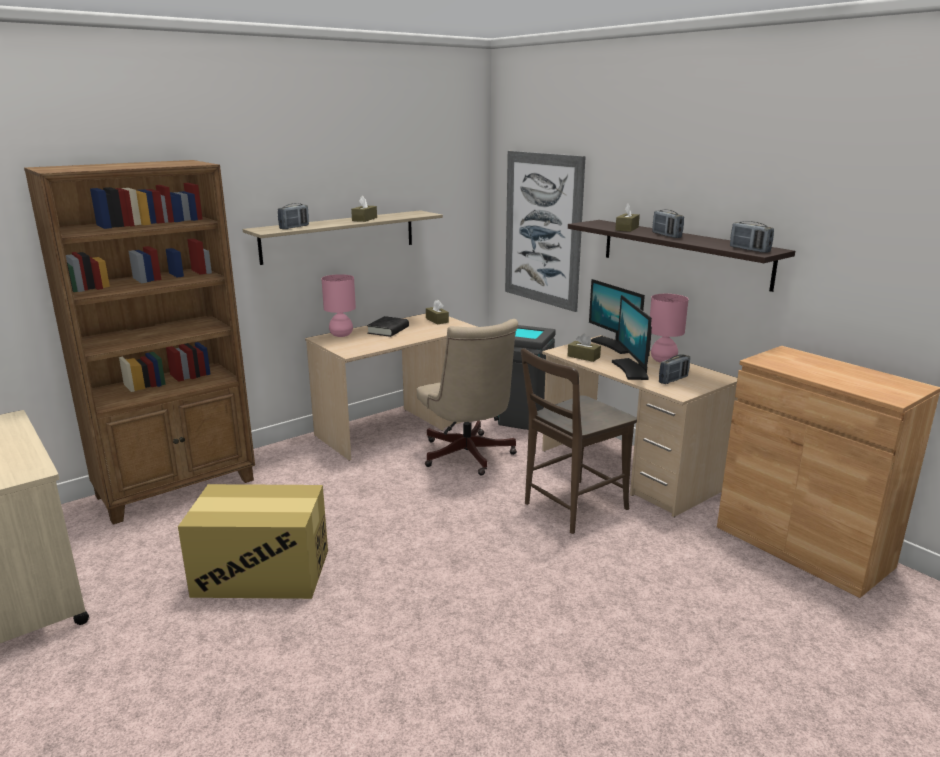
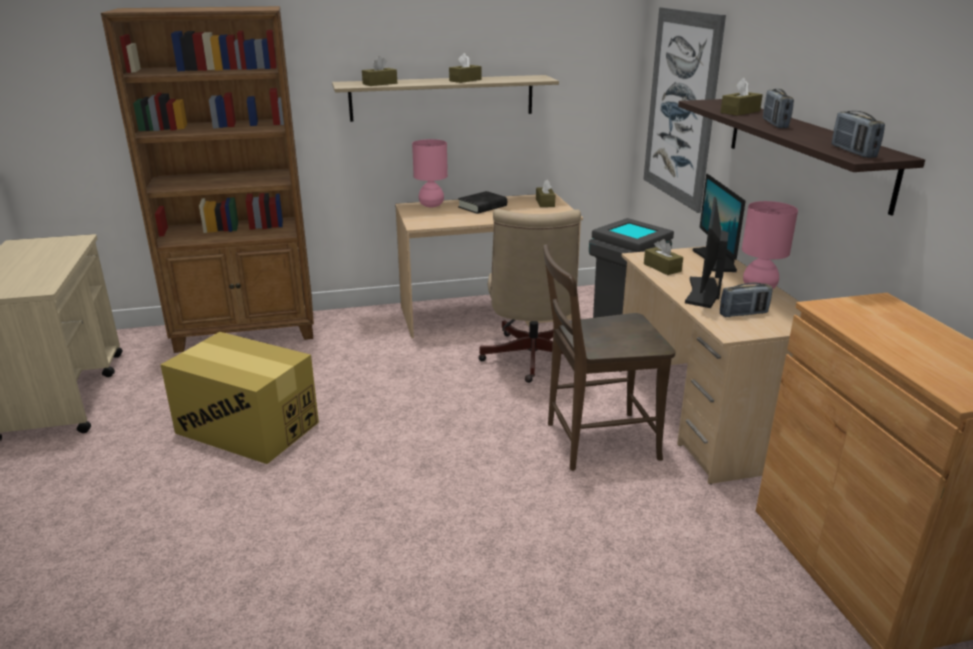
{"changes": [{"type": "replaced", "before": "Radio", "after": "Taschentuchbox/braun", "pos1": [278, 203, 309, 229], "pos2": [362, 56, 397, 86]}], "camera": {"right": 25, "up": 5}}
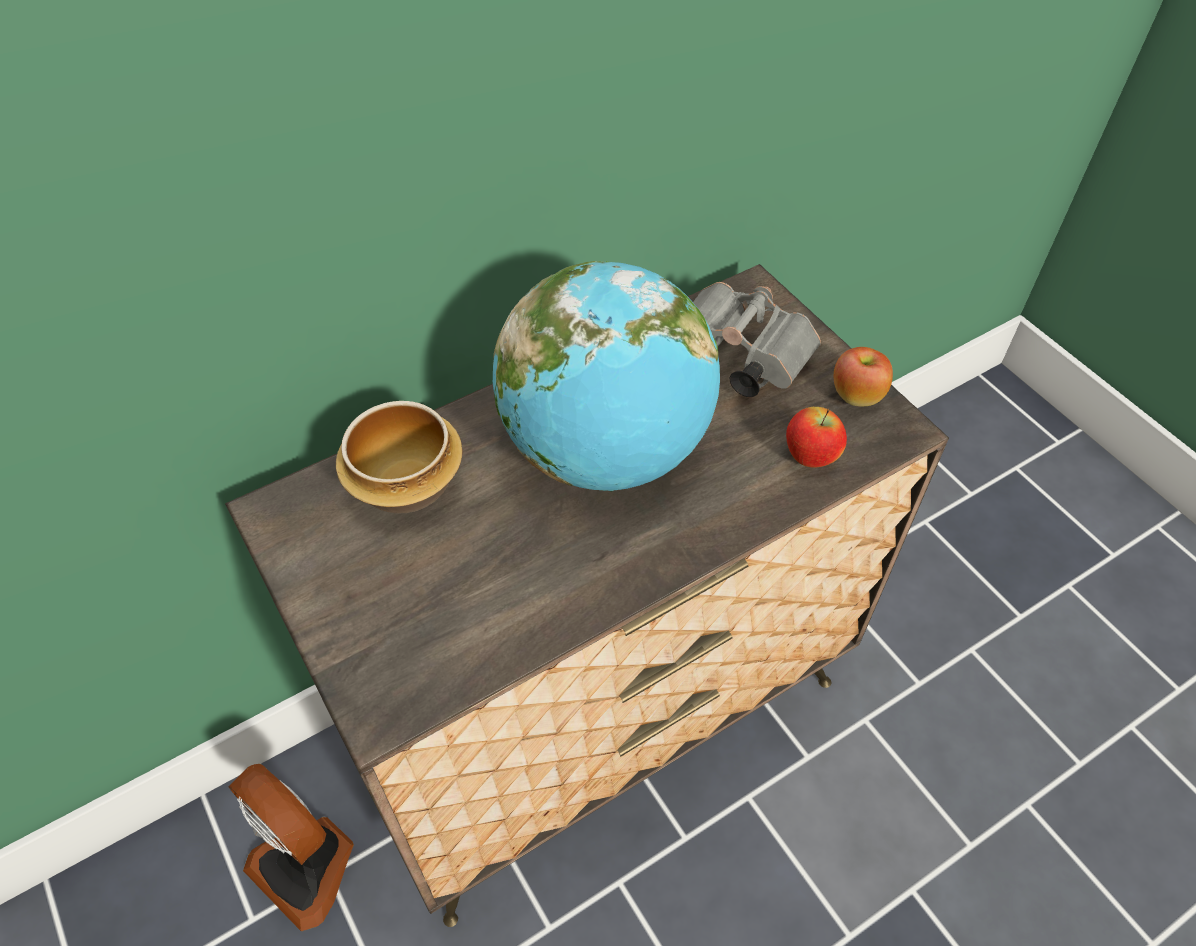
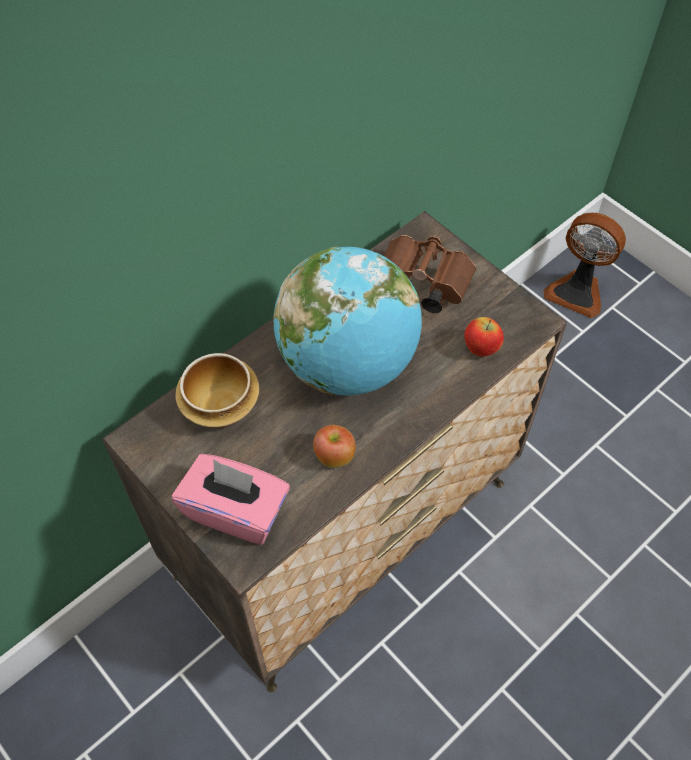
{"changes": [{"type": "added", "after": "Taschentuchbox/rosa", "pos2": [172, 454, 290, 545]}, {"type": "moved", "before": "Apfel", "pos1": [834, 347, 893, 407], "pos2": [313, 425, 356, 468]}, {"type": "recoloured", "before": "Fernglas/grau", "after": "Fernglas/braun", "pos1": [693, 282, 821, 397], "pos2": [384, 235, 476, 313]}, {"type": "moved", "before": "Ventilator", "pos1": [228, 764, 354, 931], "pos2": [543, 213, 626, 318]}], "camera": {"right": -10, "up": 5}}
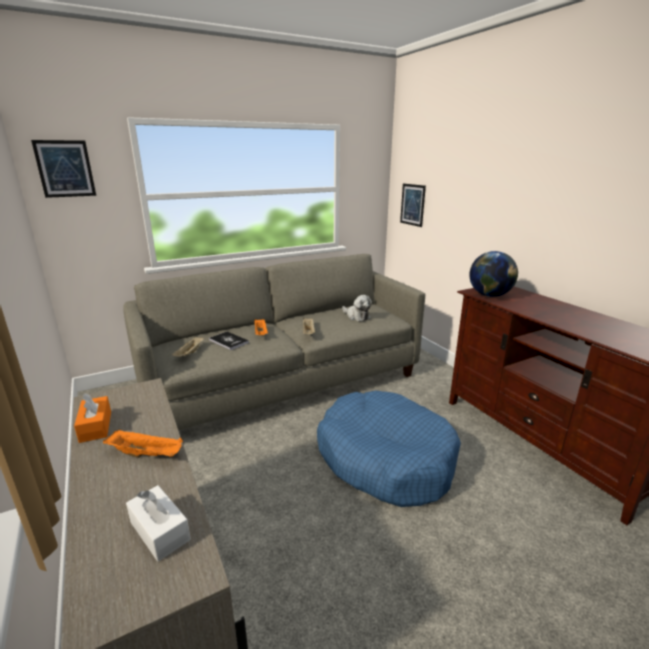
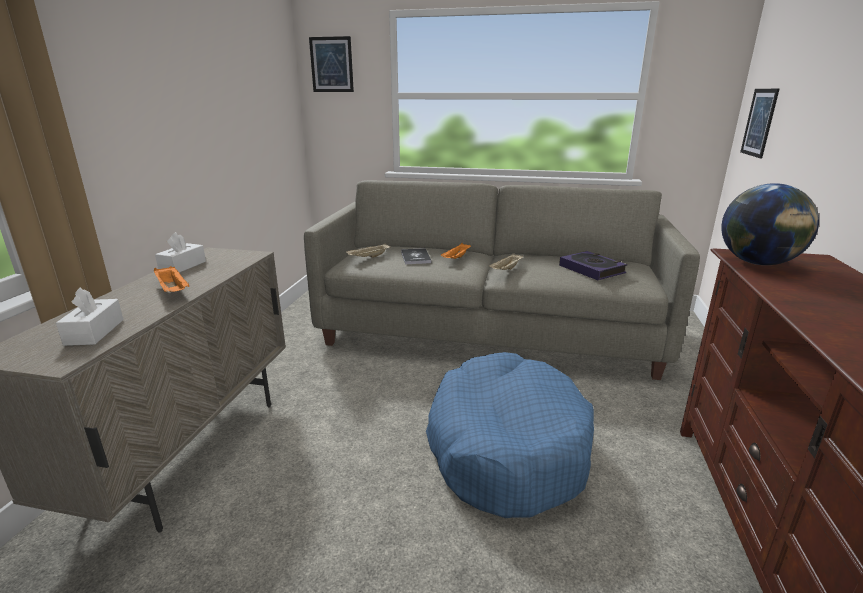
{"changes": [{"type": "recoloured", "before": "Taschentuchbox/orange", "after": "Taschentuchbox/weiß", "pos1": [74, 393, 111, 443], "pos2": [155, 232, 206, 273]}, {"type": "replaced", "before": "Plüschtier", "after": "Buch", "pos1": [342, 295, 372, 321], "pos2": [559, 251, 627, 280]}], "camera": {"right": 40, "up": 0}}
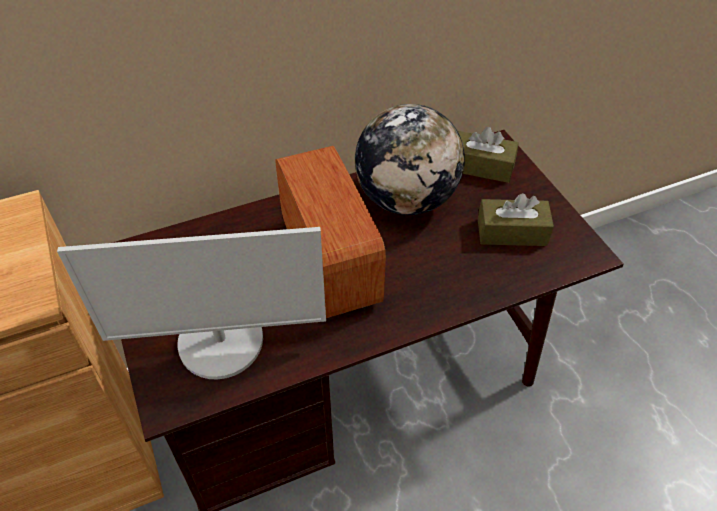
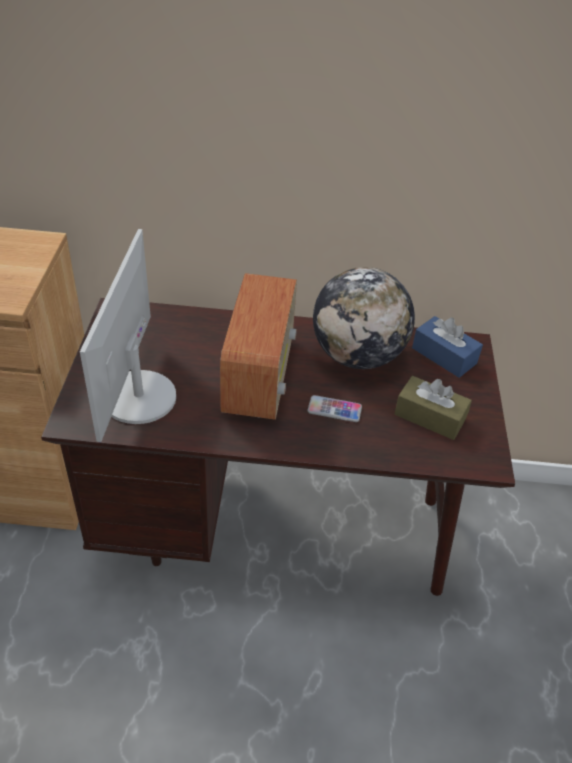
{"changes": [{"type": "turned", "before": "Monitor", "pos1": [57, 227, 326, 379], "pos2": [80, 229, 176, 442], "turn": 75}, {"type": "added", "after": "Handy", "pos2": [308, 395, 362, 422]}, {"type": "recoloured", "before": "Taschentuchbox/braun", "after": "Taschentuchbox/blau", "pos1": [458, 127, 519, 183], "pos2": [412, 316, 483, 378]}], "camera": {"right": 25, "up": -5}}
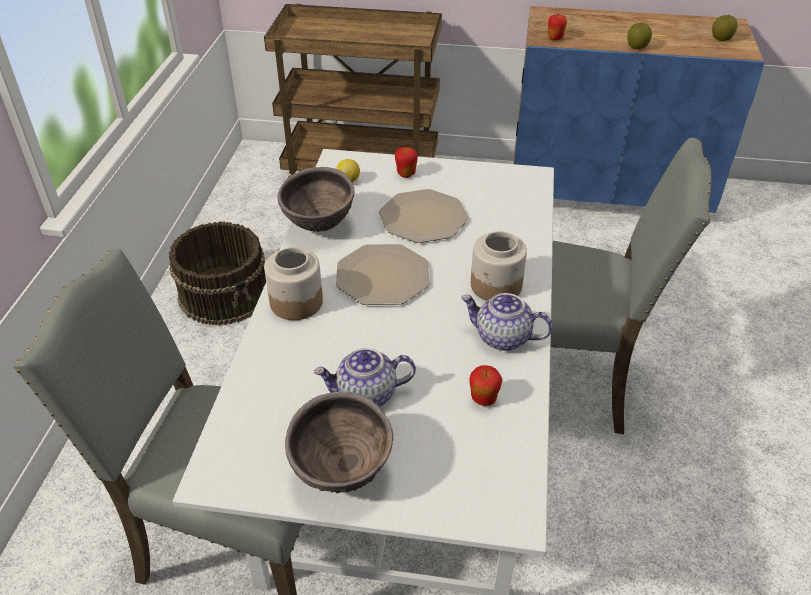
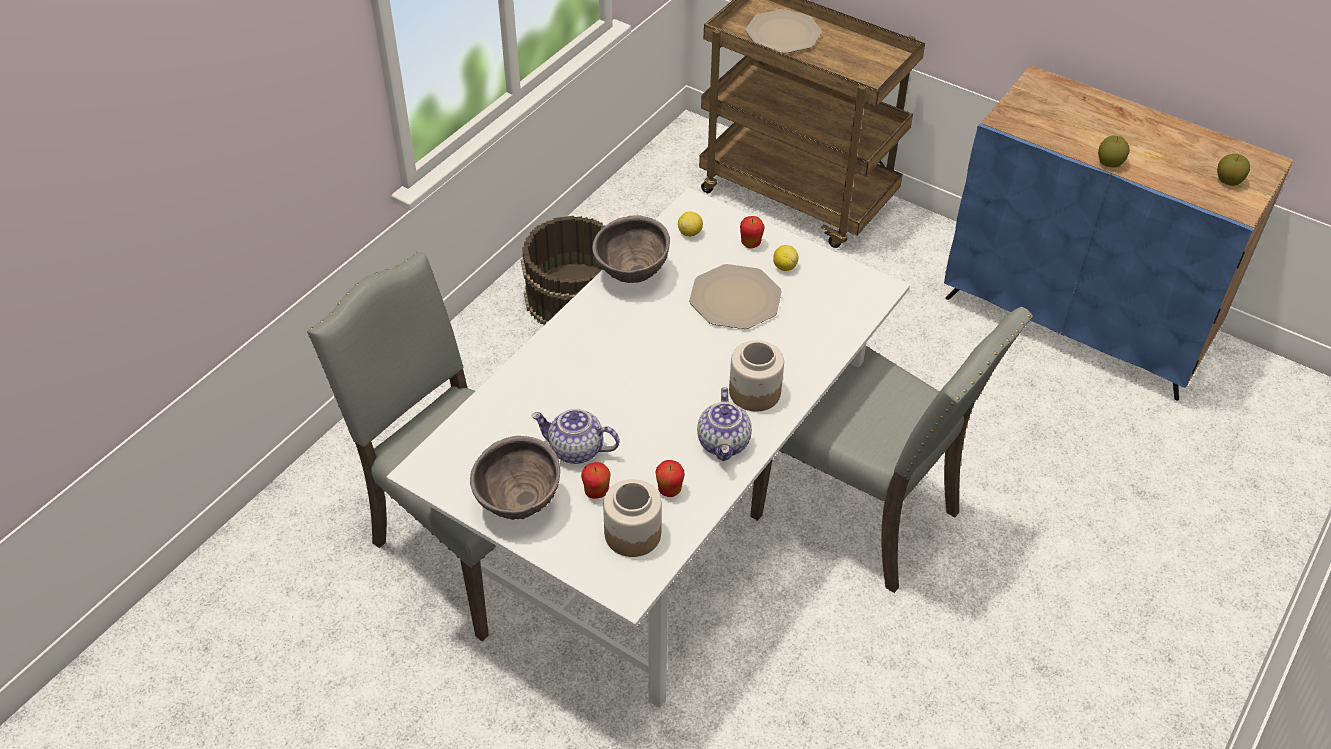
{"changes": [{"type": "moved", "before": "Apfel", "pos1": [548, 13, 567, 40], "pos2": [581, 462, 611, 499]}, {"type": "moved", "before": "Vorratsglas", "pos1": [264, 247, 323, 320], "pos2": [603, 479, 662, 557]}, {"type": "turned", "before": "Teekanne", "pos1": [461, 293, 552, 351], "pos2": [697, 387, 752, 461], "turn": -135}, {"type": "moved", "before": "Teller", "pos1": [336, 244, 430, 305], "pos2": [745, 9, 822, 53]}, {"type": "added", "after": "Zitrone", "pos2": [773, 245, 799, 271]}], "camera": {"right": 25, "up": 5}}
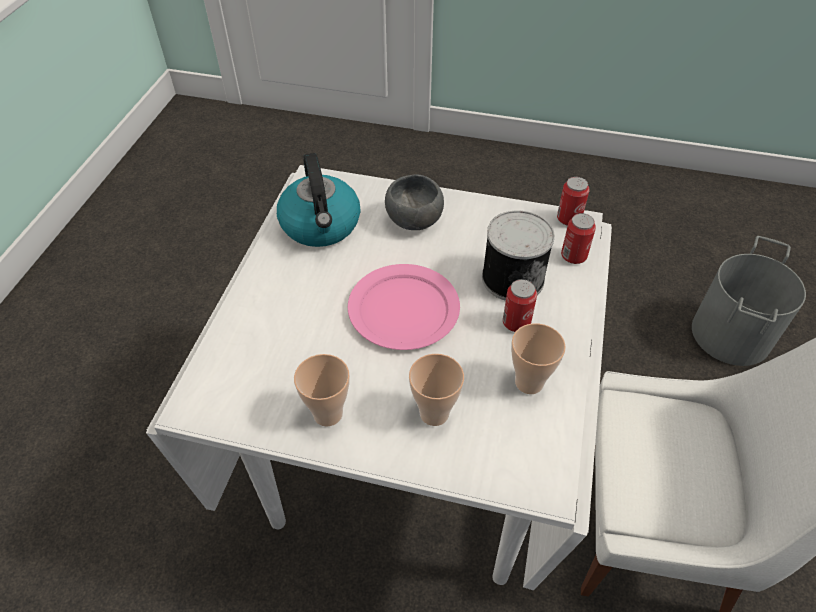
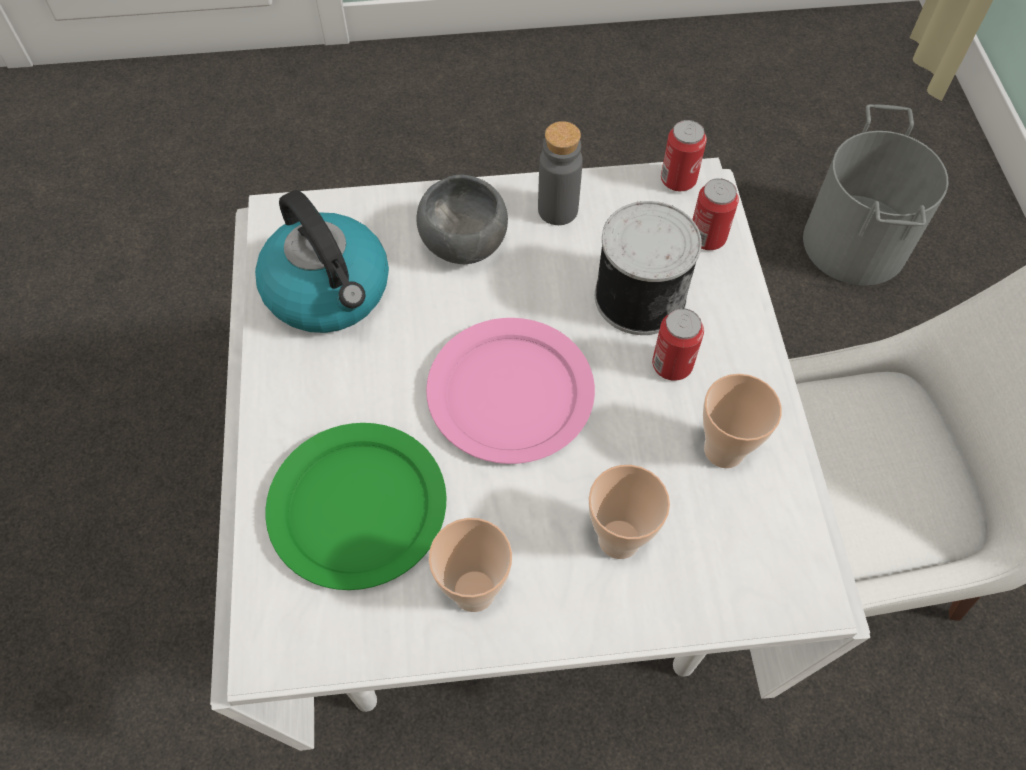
{"changes": [{"type": "added", "after": "Teller/grün", "pos2": [266, 423, 446, 590]}, {"type": "added", "after": "Flasche/grau", "pos2": [538, 121, 583, 225]}], "camera": {"right": -20, "up": 10}}
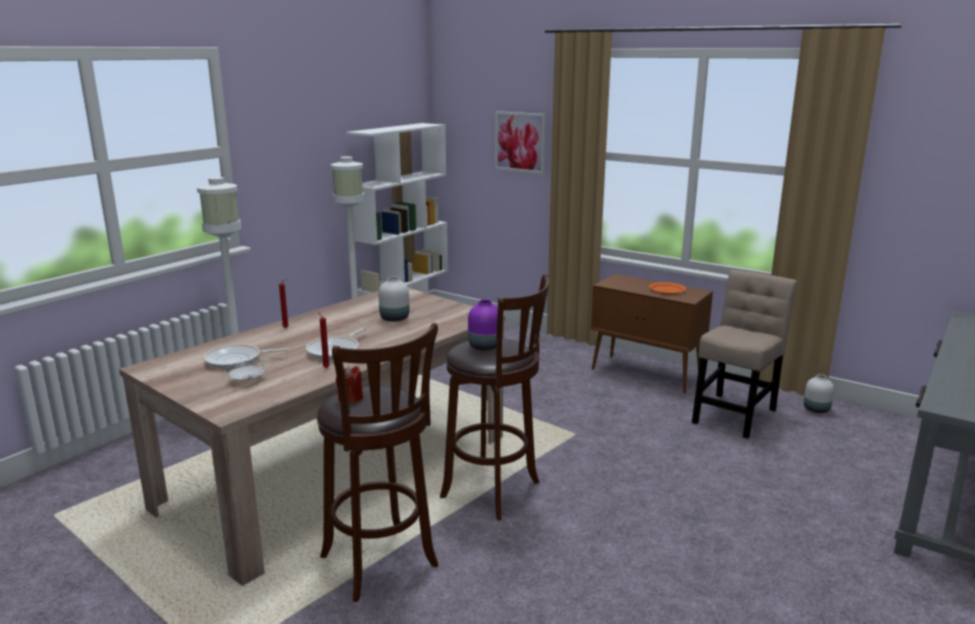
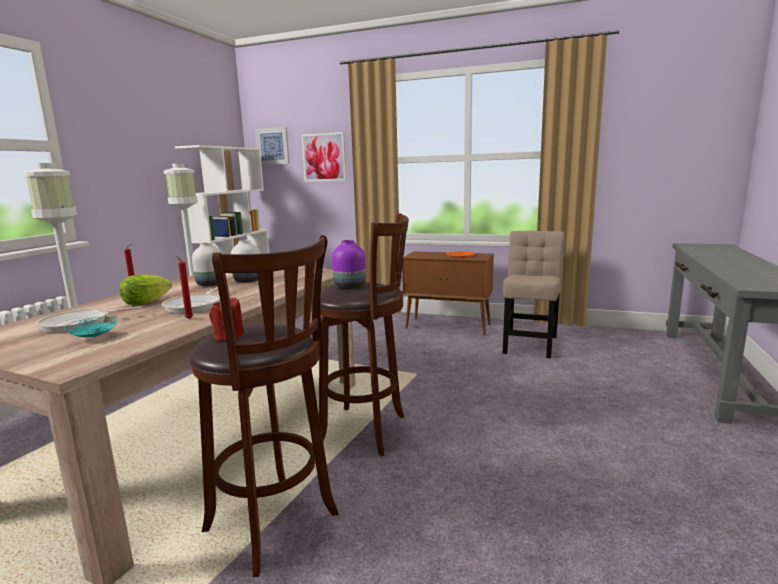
{"changes": [{"type": "recoloured", "before": "Teller/weiß", "after": "Teller/türkis", "pos1": [225, 360, 266, 381], "pos2": [64, 317, 118, 338]}, {"type": "added", "after": "Salatkopf", "pos2": [120, 274, 172, 306]}, {"type": "moved", "before": "Vase/weiß", "pos1": [804, 374, 834, 413], "pos2": [192, 242, 223, 286]}, {"type": "added", "after": "Bild", "pos2": [255, 127, 290, 165]}], "camera": {"right": -15, "up": -5}}
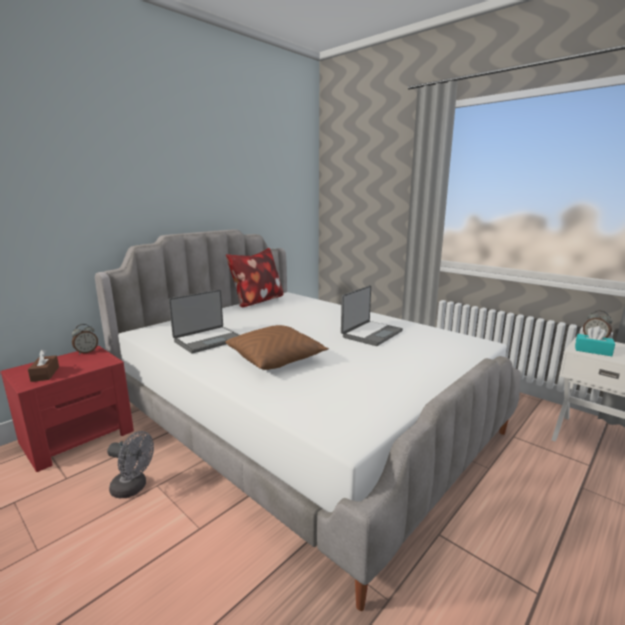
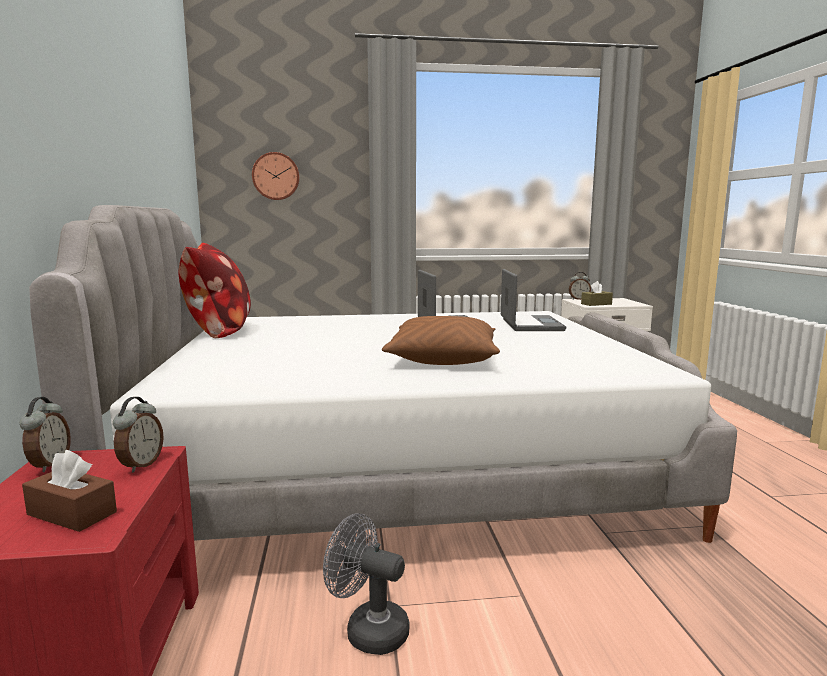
{"changes": [{"type": "added", "after": "Wecker", "pos2": [113, 397, 164, 473]}, {"type": "added", "after": "Wanduhr", "pos2": [252, 152, 300, 200]}, {"type": "turned", "before": "Ventilator/grau", "pos1": [107, 431, 154, 498], "pos2": [323, 514, 409, 655], "turn": -120}, {"type": "moved", "before": "Laptop", "pos1": [169, 290, 239, 353], "pos2": [501, 269, 566, 331]}, {"type": "recoloured", "before": "Taschentuchbox/türkis", "after": "Taschentuchbox/braun", "pos1": [575, 326, 615, 356], "pos2": [581, 281, 613, 306]}], "camera": {"right": -50, "up": -5}}
